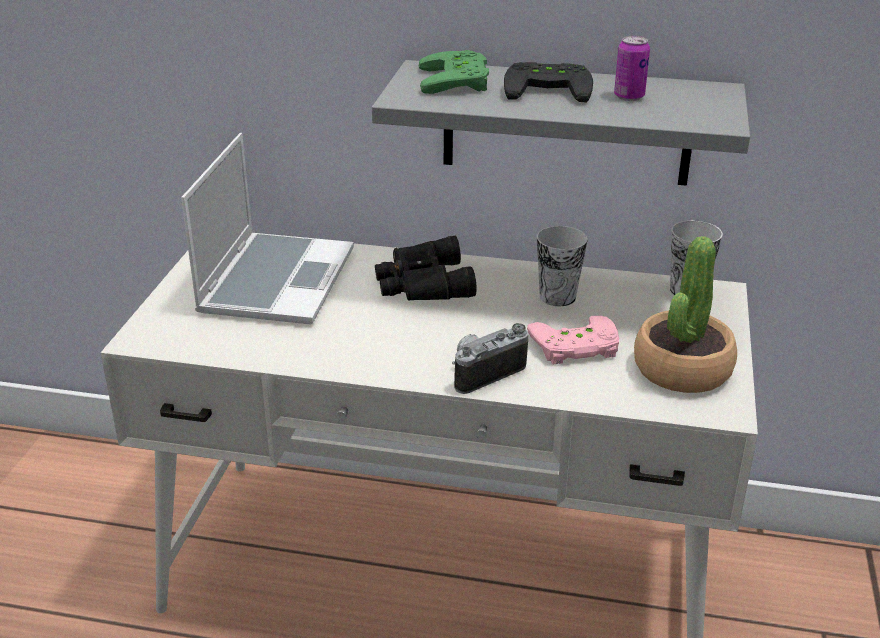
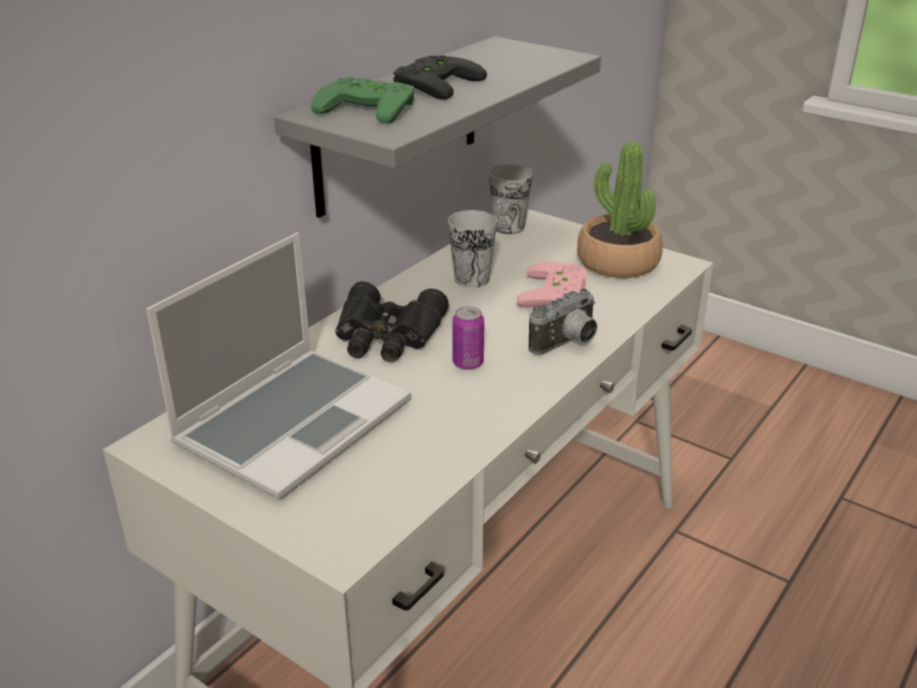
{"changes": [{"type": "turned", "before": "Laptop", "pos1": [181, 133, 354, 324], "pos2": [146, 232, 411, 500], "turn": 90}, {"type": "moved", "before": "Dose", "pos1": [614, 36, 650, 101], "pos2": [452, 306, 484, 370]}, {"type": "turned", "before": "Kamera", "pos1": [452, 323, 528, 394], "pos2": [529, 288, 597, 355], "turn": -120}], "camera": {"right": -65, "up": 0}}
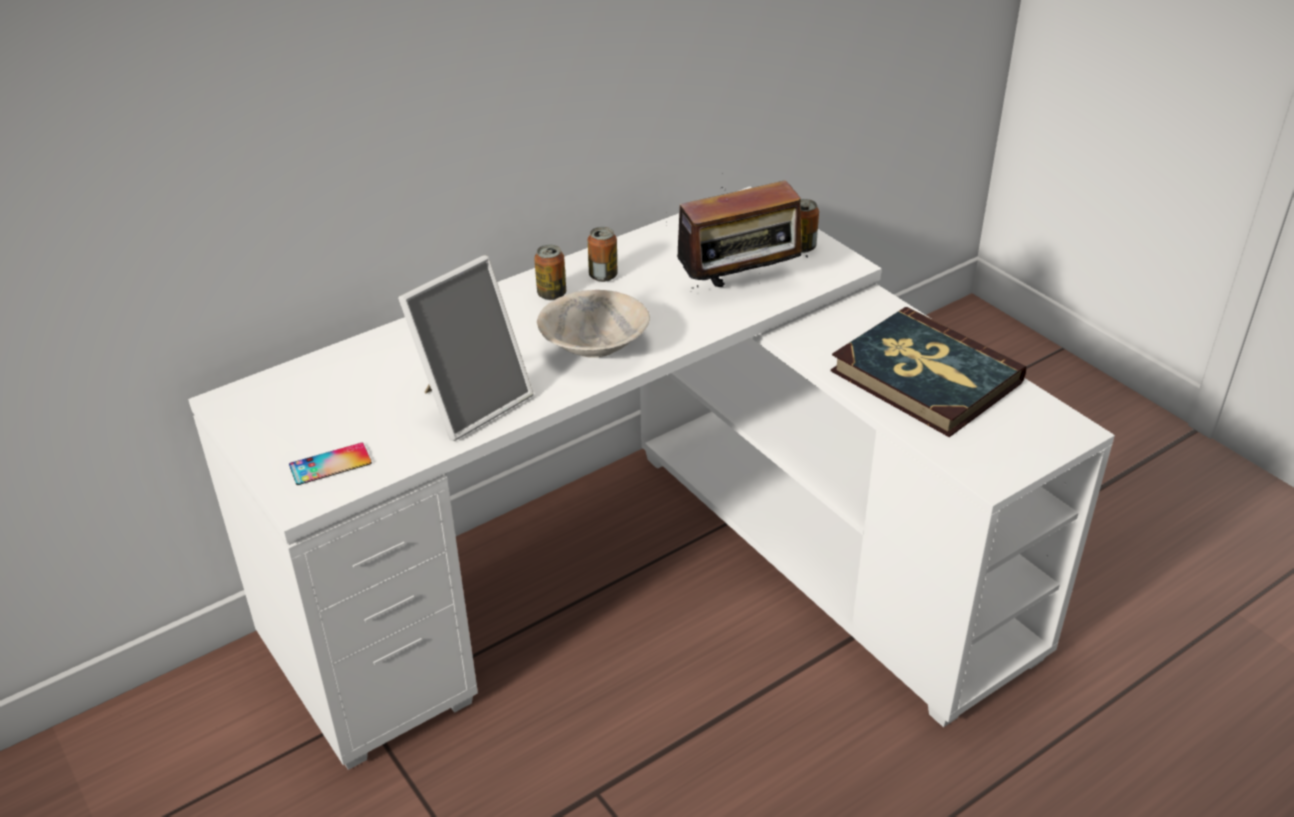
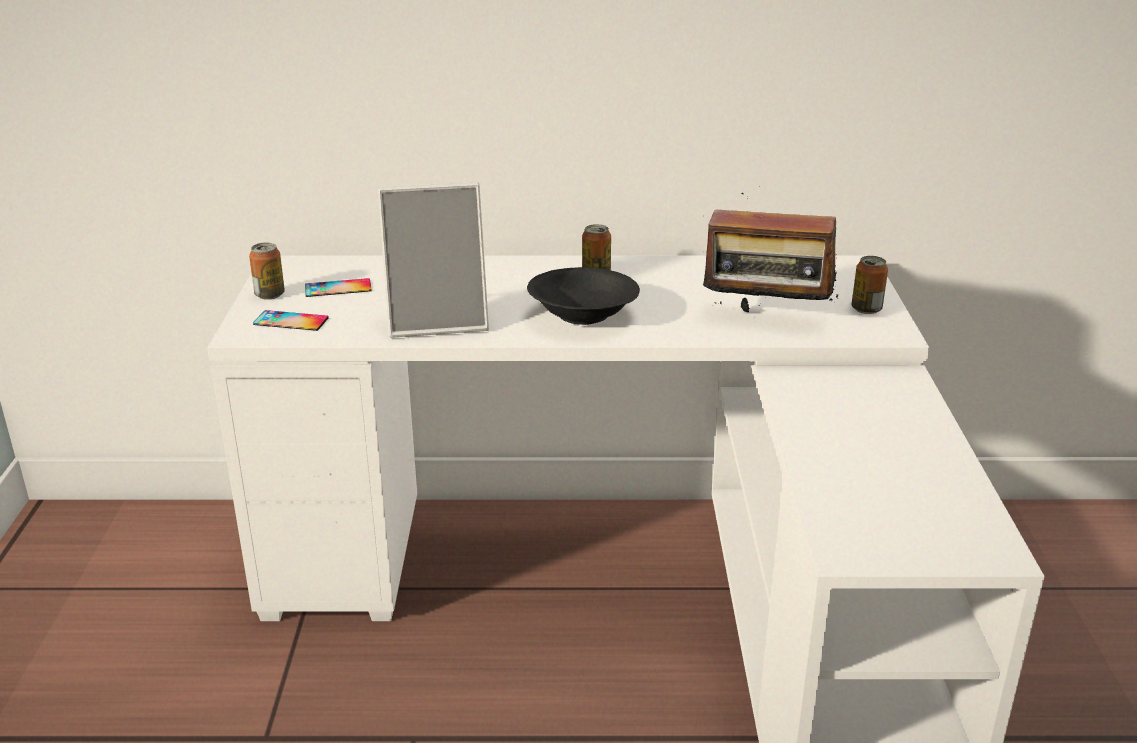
{"changes": [{"type": "moved", "before": "Dose", "pos1": [588, 227, 618, 282], "pos2": [249, 243, 285, 300]}, {"type": "added", "after": "Handy", "pos2": [305, 278, 372, 297]}, {"type": "recoloured", "before": "Schüssel/beige", "after": "Schüssel/schwarz", "pos1": [537, 290, 650, 358], "pos2": [527, 267, 640, 325]}, {"type": "removed", "before": "Buch", "pos1": [831, 307, 1026, 437]}], "camera": {"right": 35, "up": -10}}
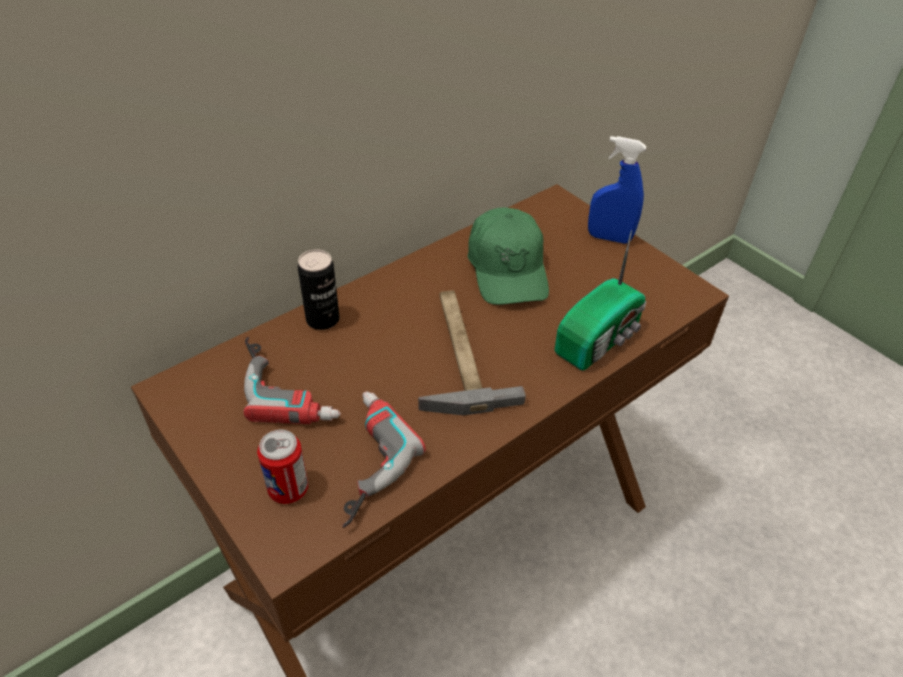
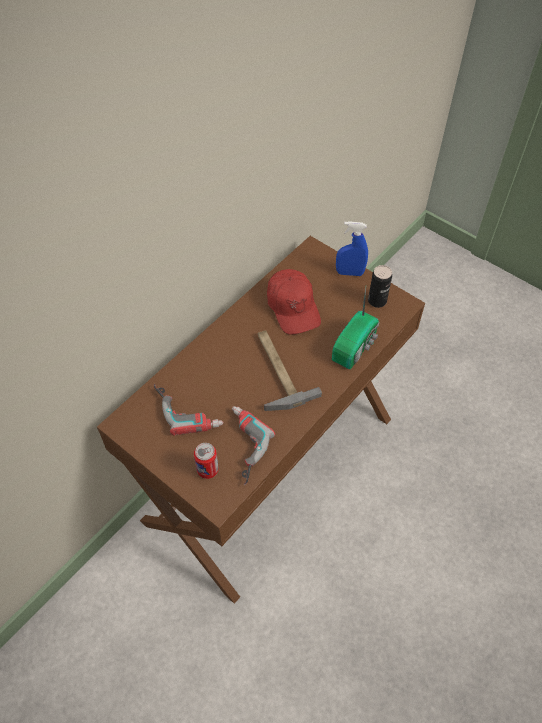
{"changes": [{"type": "recoloured", "before": "Kappe/grün", "after": "Kappe/rot", "pos1": [468, 207, 549, 305], "pos2": [267, 269, 321, 335]}, {"type": "moved", "before": "Dose", "pos1": [298, 249, 340, 330], "pos2": [368, 265, 392, 308]}], "camera": {"right": -10, "up": 10}}
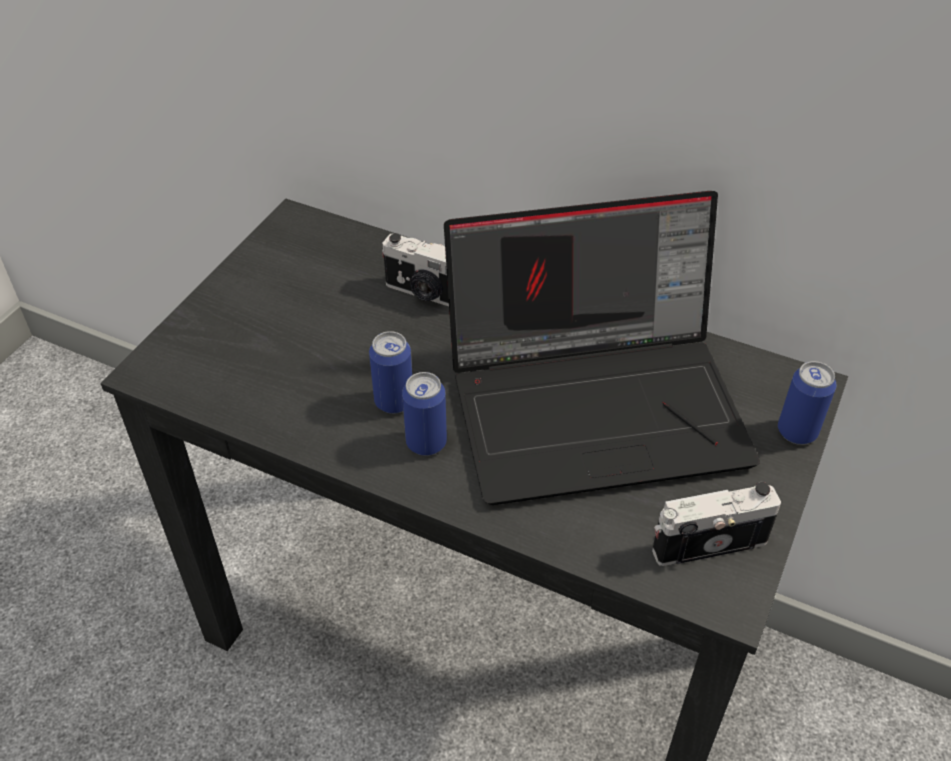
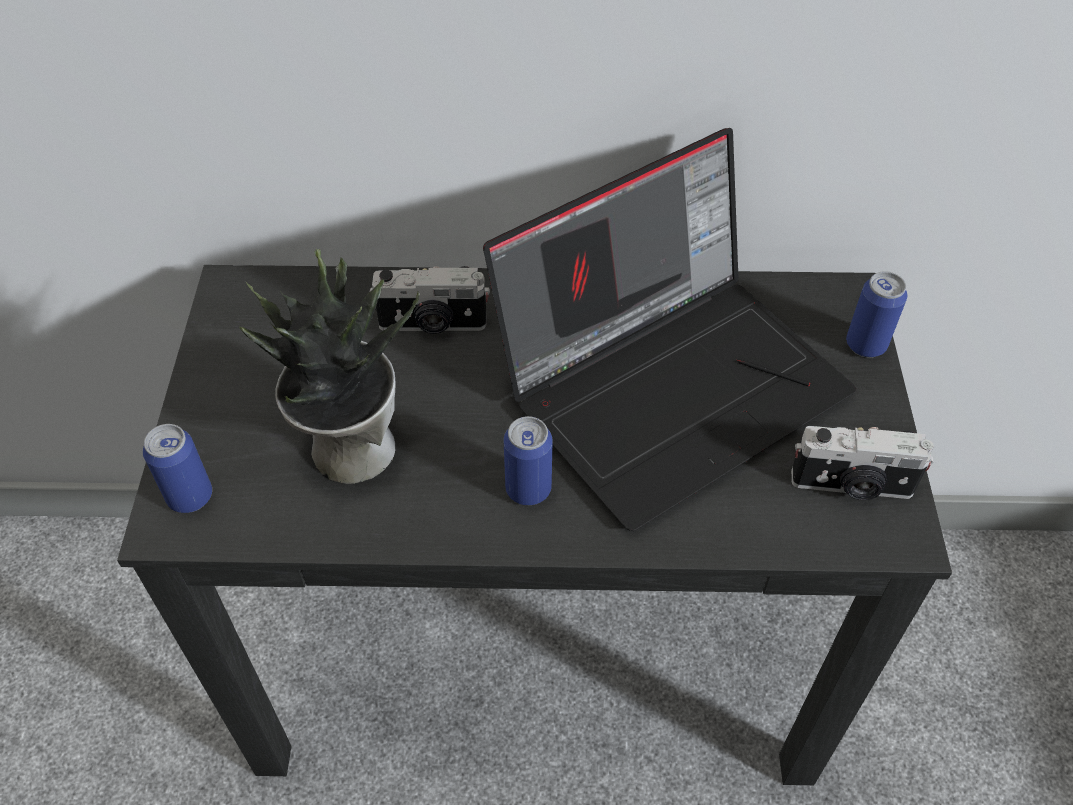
{"changes": [{"type": "moved", "before": "Dose", "pos1": [369, 331, 412, 414], "pos2": [143, 424, 212, 513]}, {"type": "added", "after": "Topfpflanze", "pos2": [239, 249, 420, 484]}, {"type": "turned", "before": "Kamera", "pos1": [652, 482, 781, 566], "pos2": [791, 426, 934, 500], "turn": -135}], "camera": {"right": -25, "up": 5}}
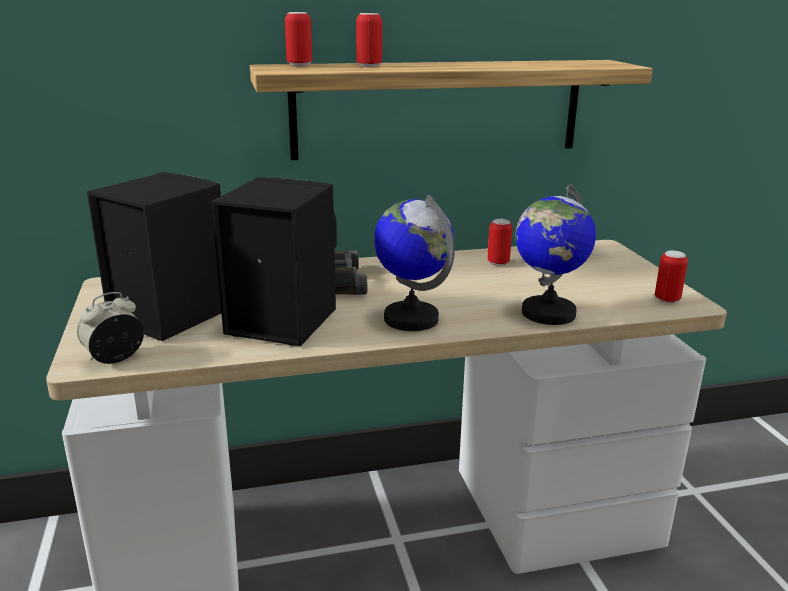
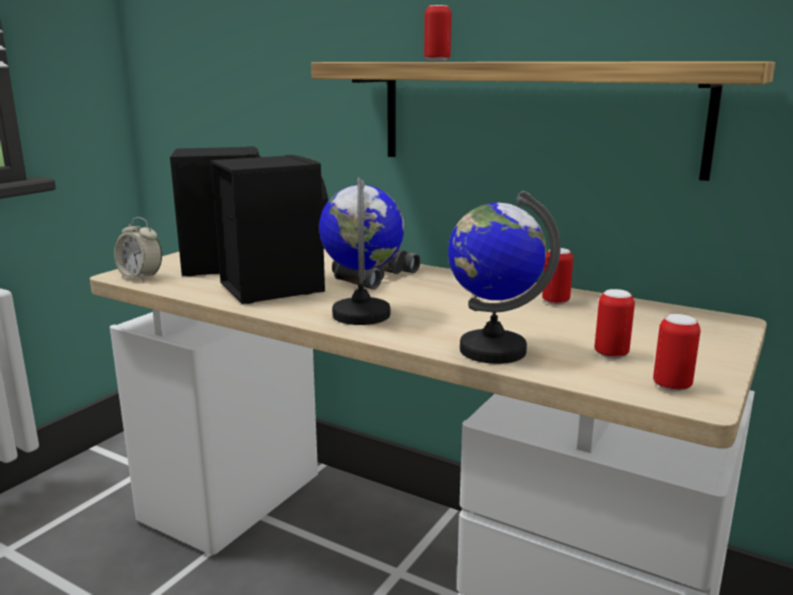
{"changes": [{"type": "turned", "before": "Wecker", "pos1": [77, 292, 144, 364], "pos2": [114, 217, 162, 281], "turn": -150}, {"type": "moved", "before": "Dose", "pos1": [285, 12, 312, 66], "pos2": [594, 289, 635, 359]}], "camera": {"right": 45, "up": -5}}
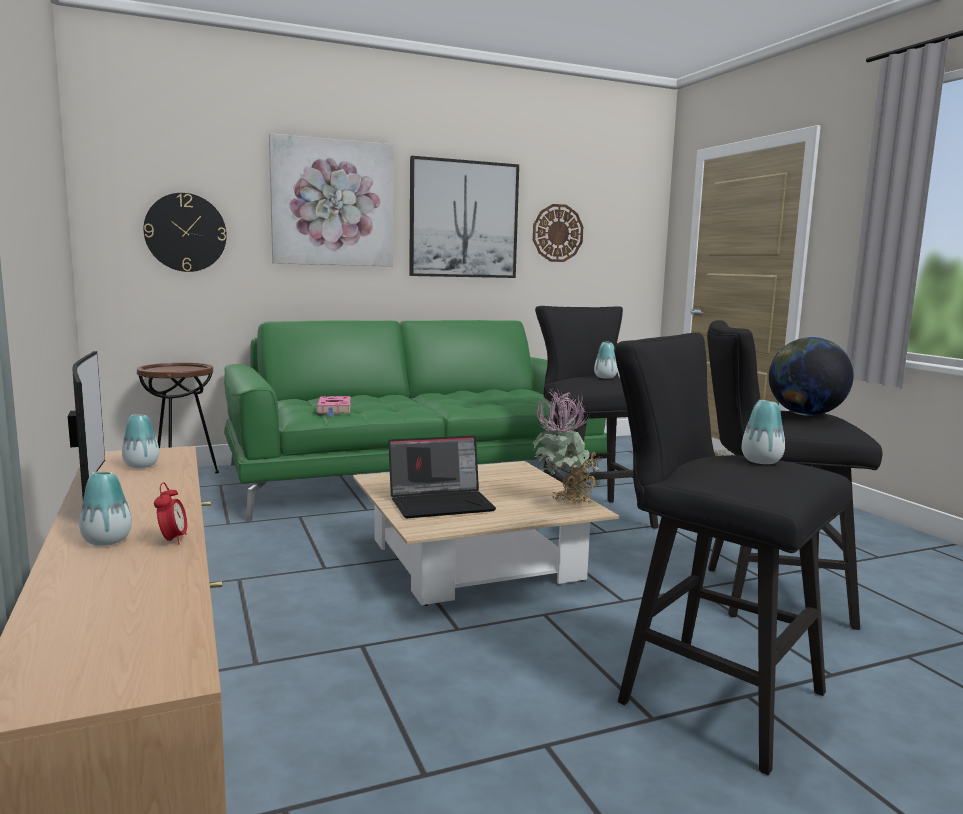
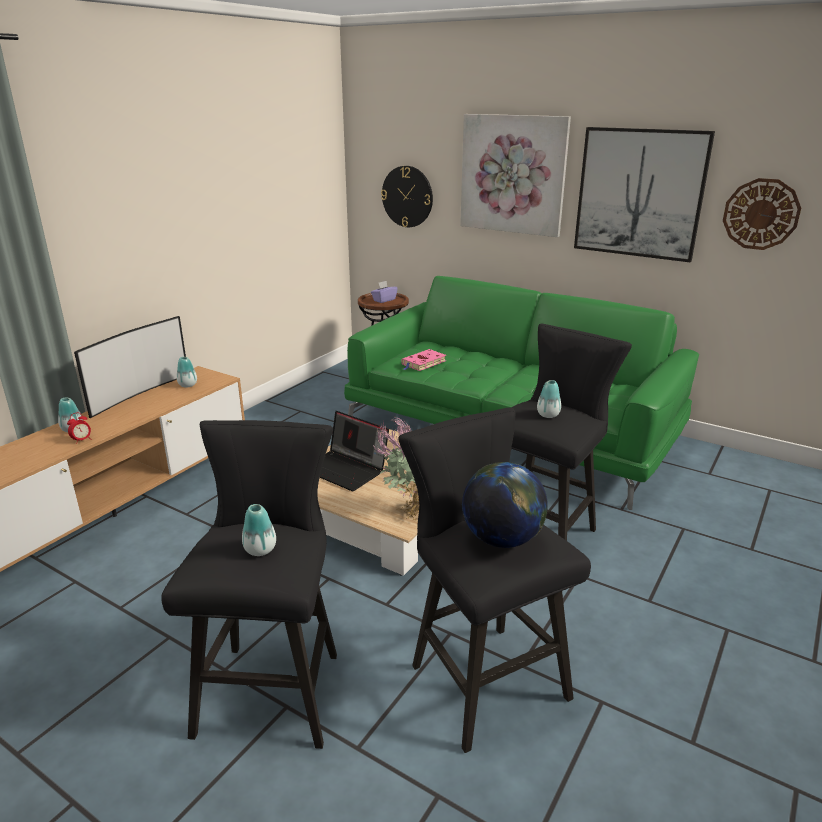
{"changes": [{"type": "added", "after": "Taschentuchbox/lila", "pos2": [371, 281, 398, 303]}], "camera": {"right": 55, "up": 15}}
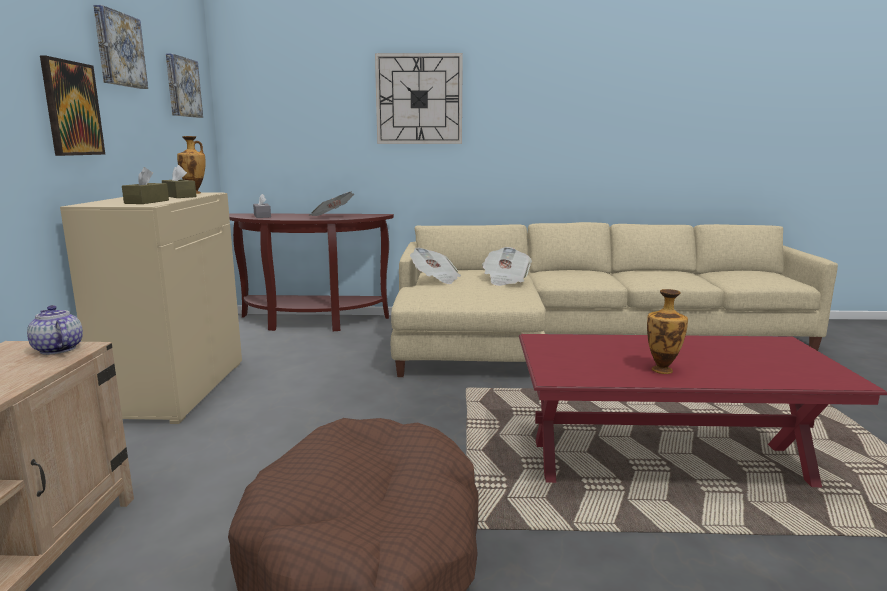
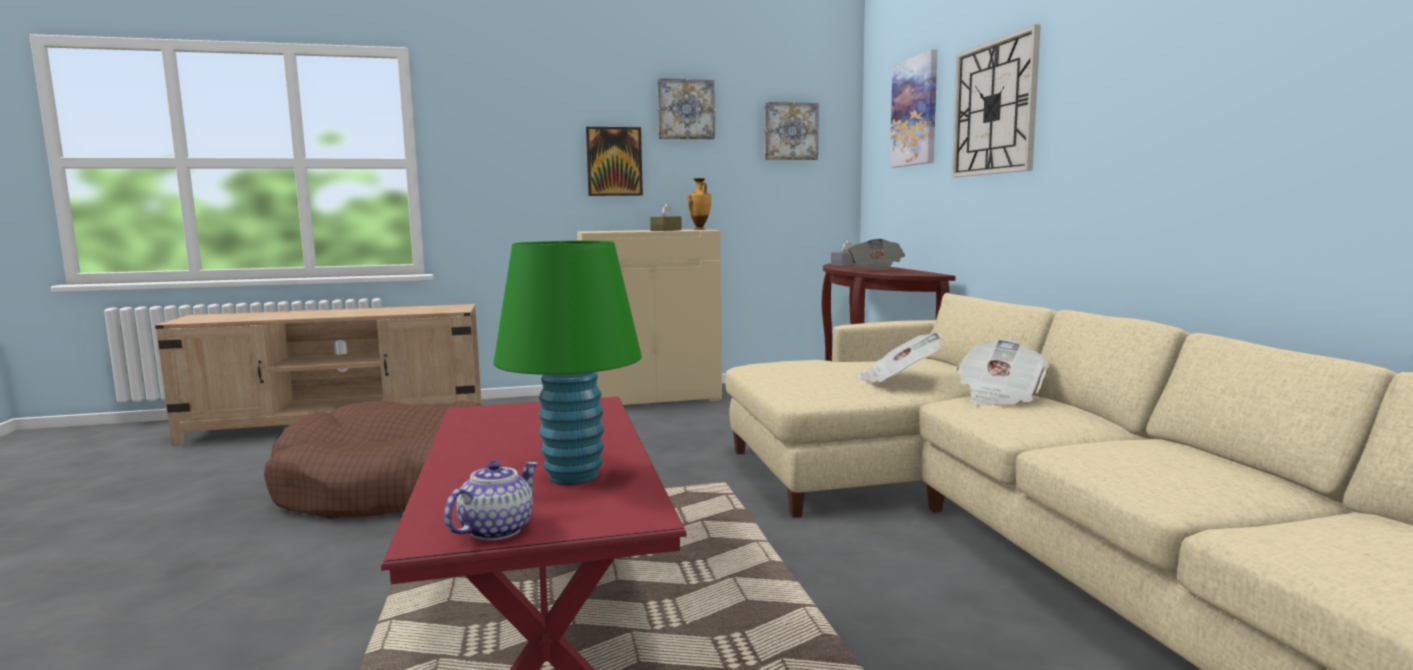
{"changes": [{"type": "moved", "before": "Teekanne", "pos1": [27, 305, 83, 355], "pos2": [444, 461, 538, 541]}, {"type": "added", "after": "Tischlampe/grün", "pos2": [493, 241, 642, 485]}, {"type": "added", "after": "Bild", "pos2": [890, 49, 938, 167]}, {"type": "moved", "before": "Zeitung", "pos1": [410, 248, 461, 284], "pos2": [957, 339, 1049, 406]}, {"type": "removed", "before": "Taschentuchbox/braun", "pos1": [122, 167, 169, 204]}, {"type": "removed", "before": "Vase", "pos1": [647, 289, 688, 374]}], "camera": {"right": 75, "up": -5}}
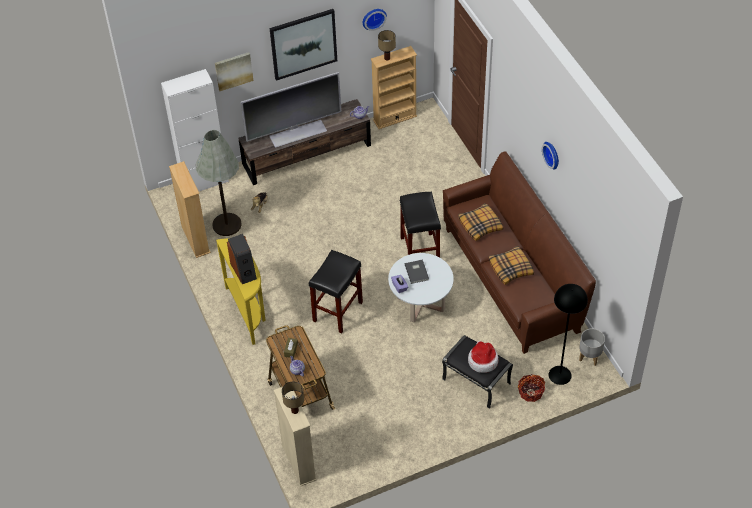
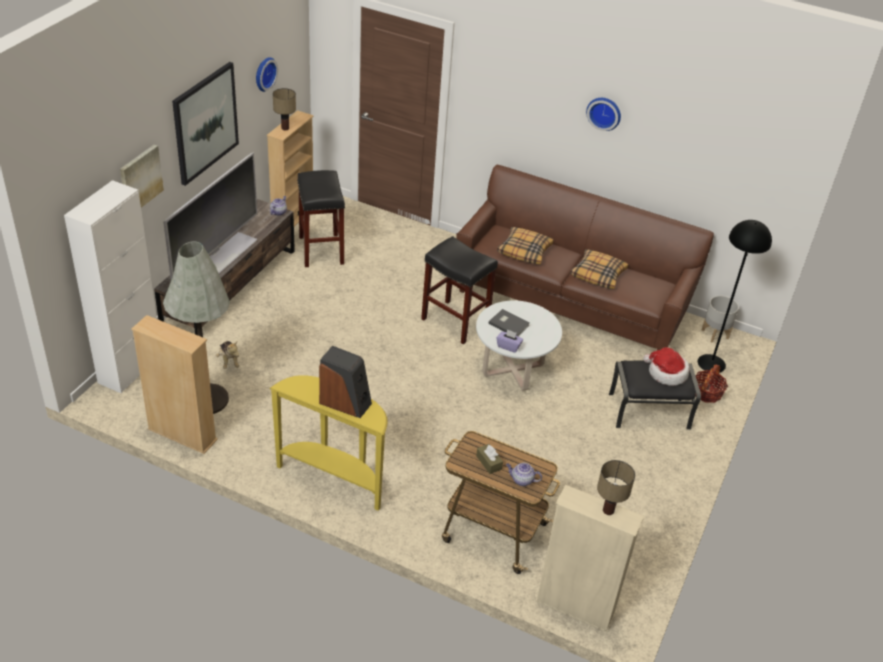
{"changes": [{"type": "moved", "before": "Hocker/schwarz", "pos1": [309, 250, 363, 334], "pos2": [297, 170, 345, 267]}], "camera": {"right": -45, "up": -10}}
